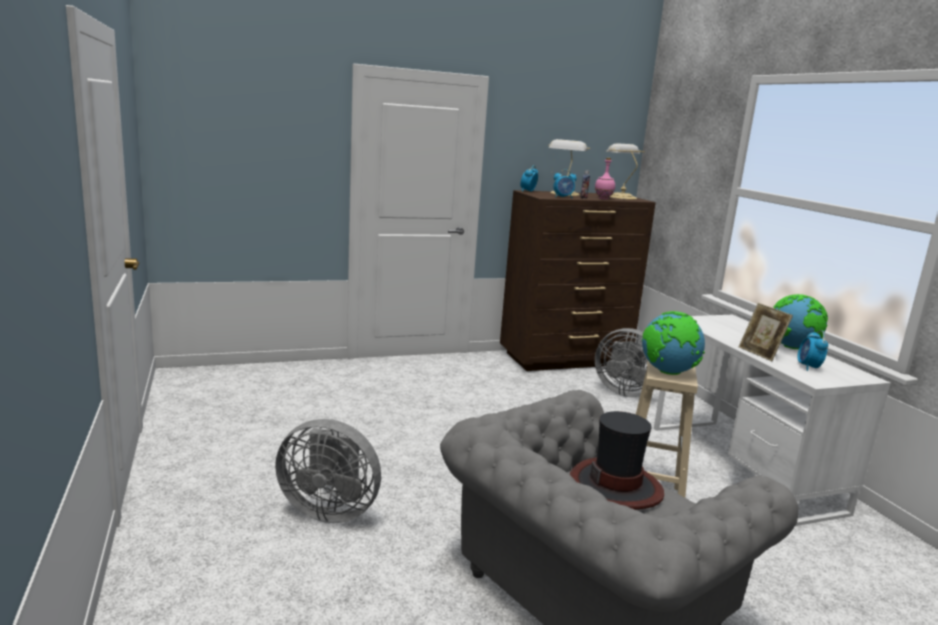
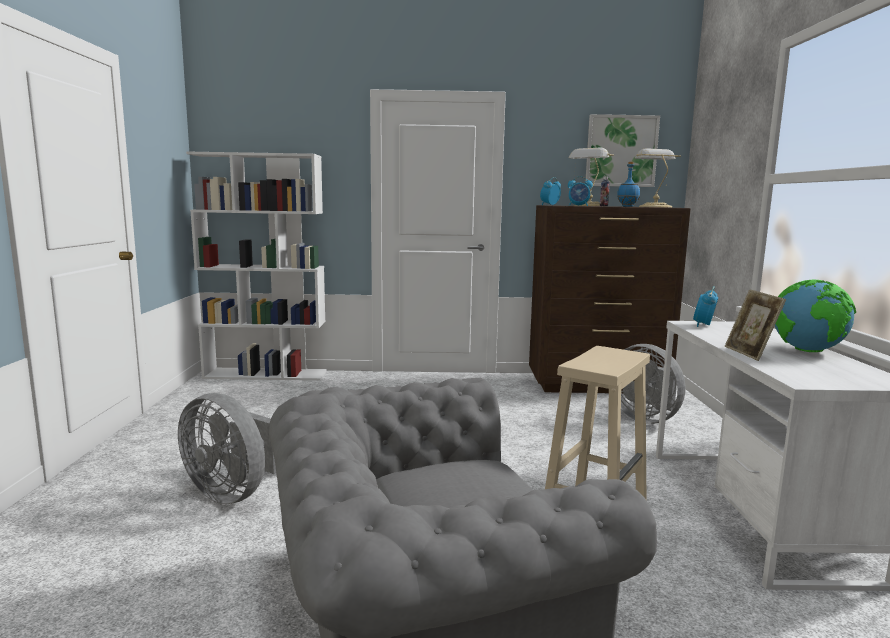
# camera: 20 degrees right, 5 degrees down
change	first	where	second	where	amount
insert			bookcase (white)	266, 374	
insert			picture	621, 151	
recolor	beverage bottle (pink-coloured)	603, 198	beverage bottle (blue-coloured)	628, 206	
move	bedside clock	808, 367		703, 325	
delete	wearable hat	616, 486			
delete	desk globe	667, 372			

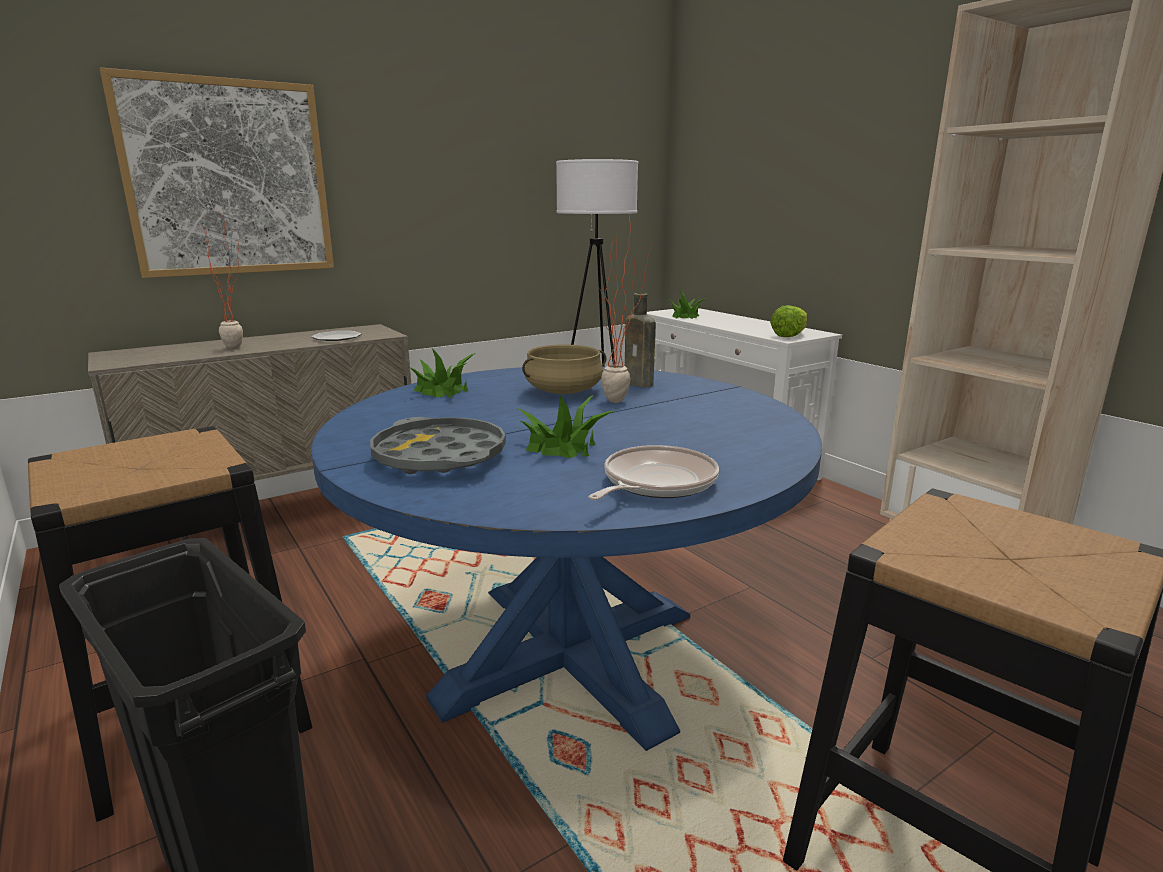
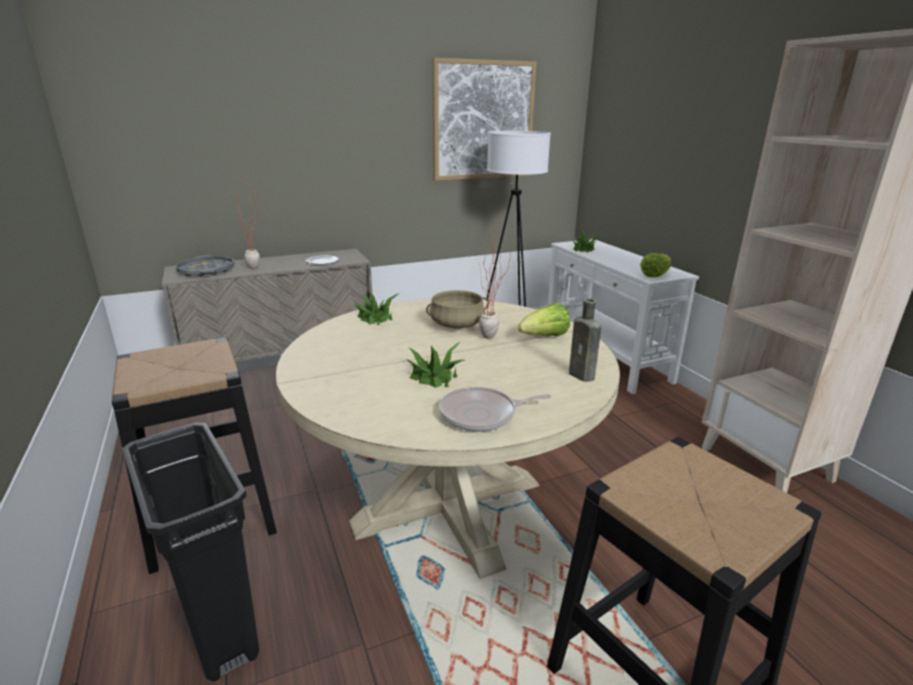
# camera: 10 degrees right, 5 degrees up
change	first	where	second	where	amount
move	tray (grey)	439, 456		206, 271	
recolor	dining table (blue-coloured)	570, 654	dining table (beige)	448, 504	
move	picture	228, 179		483, 121	
rotate	pan	655, 483		482, 415	150 degrees counterclockwise
insert			lettuce head	544, 337	
move	beverage bottle (brown)	640, 384		583, 376	

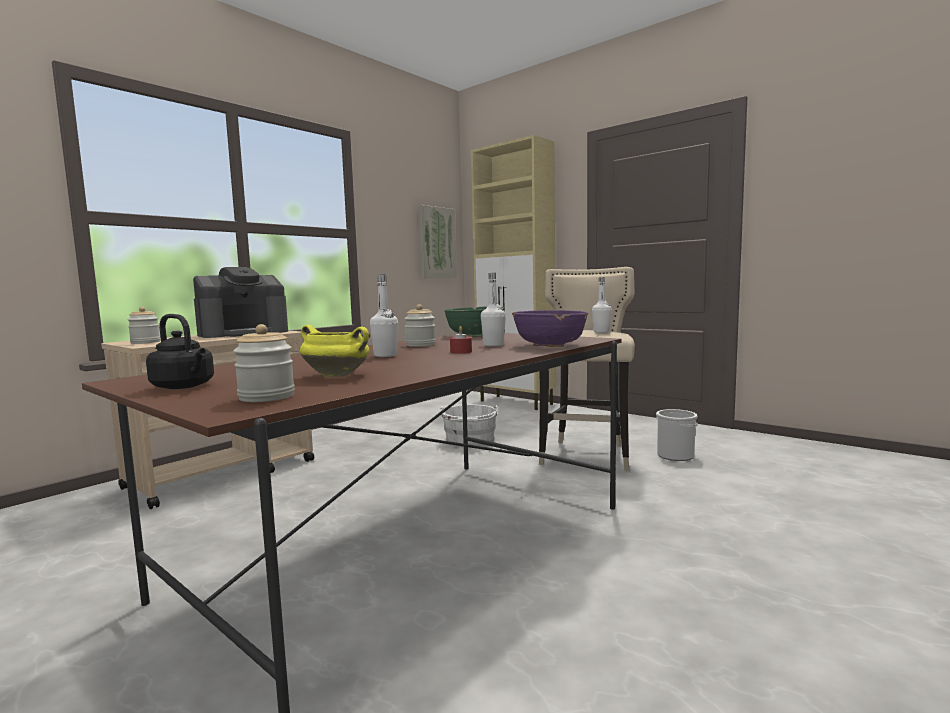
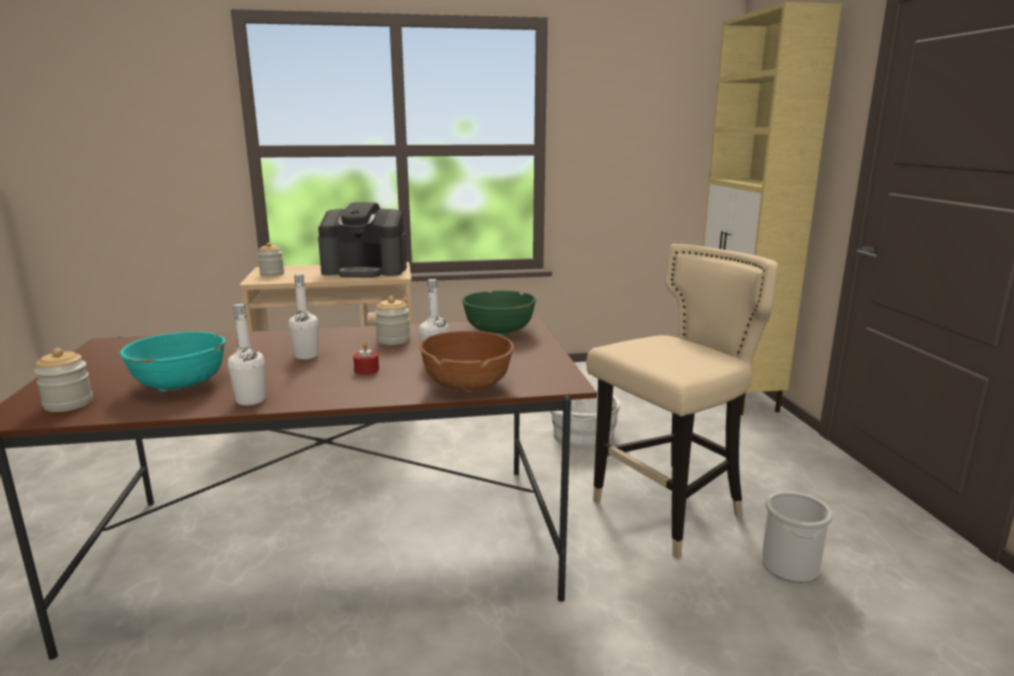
# camera: 40 degrees right, 10 degrees up
change	first	where	second	where	amount
replace	saucepot (yellow-coloured)	338, 375	bowl (blue-green)	180, 384	
move	beverage bottle (white)	601, 332		251, 400	
recolor	bowl (purple-coloured)	550, 345	bowl (brown)	467, 385	
delete	water kettle (blackish)	185, 386			
delete	picture	436, 243			

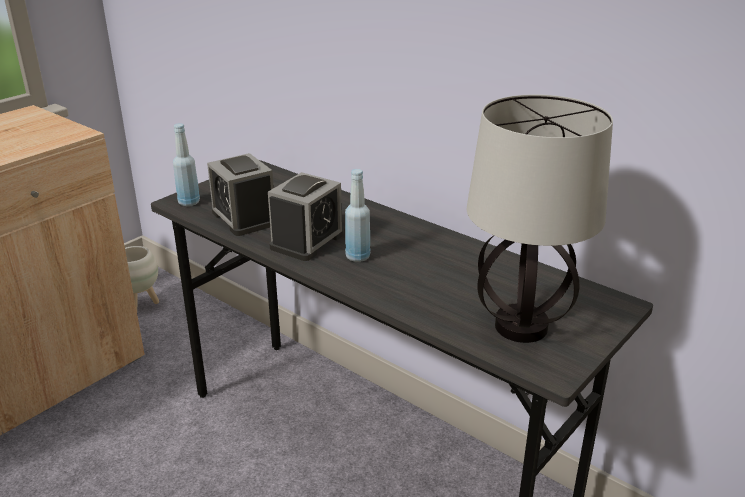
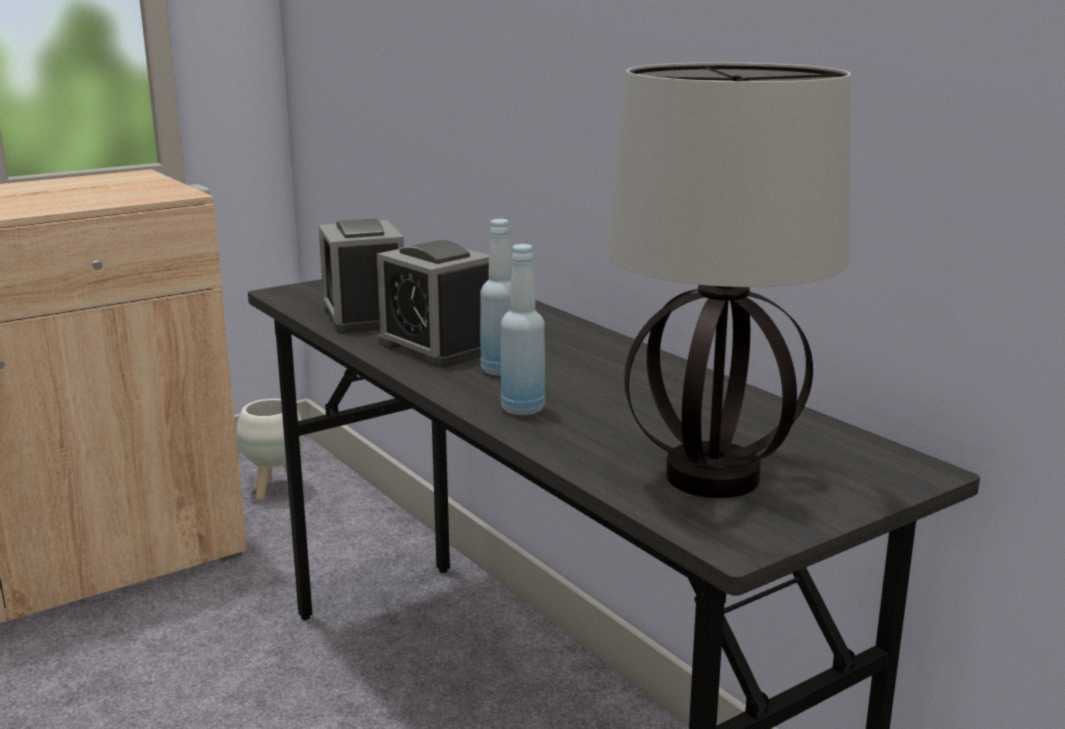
# camera: 15 degrees right, 10 degrees down
change	first	where	second	where	amount
rotate	bedside clock	307, 241		437, 347	90 degrees clockwise
move	beverage bottle (blue-coloured)	189, 202		522, 409	

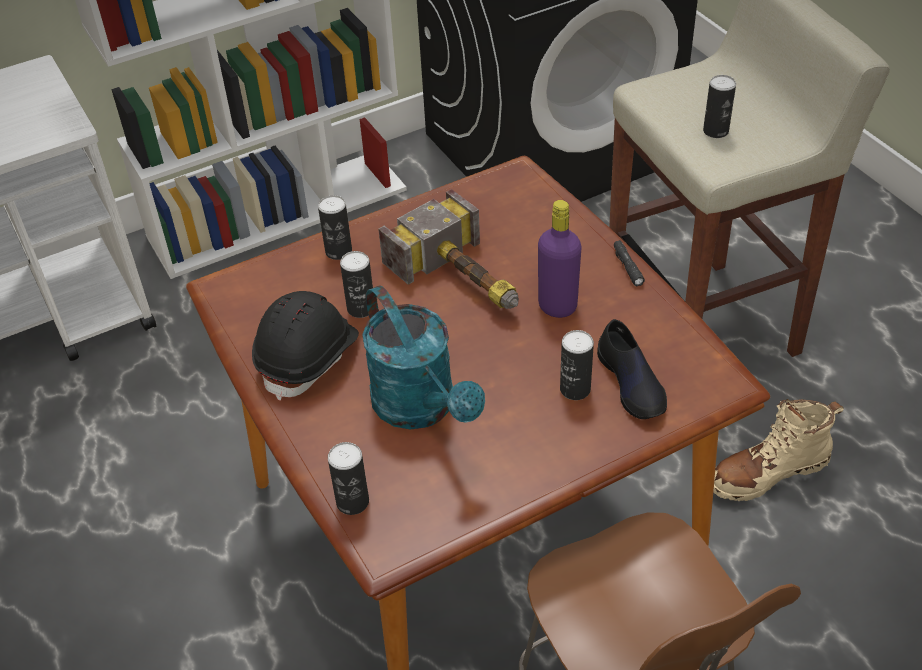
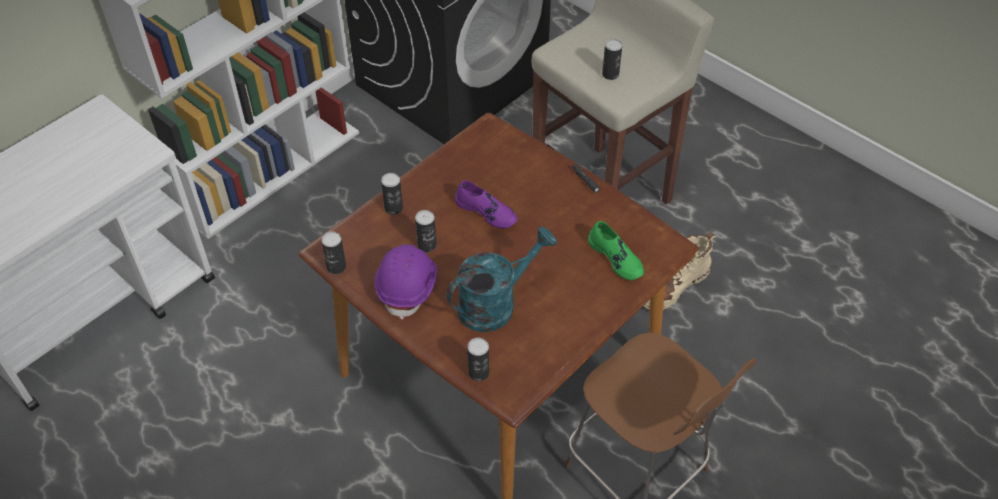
# camera: 20 degrees left, 5 degrees up
change	first	where	second	where	amount
move	sealed can	575, 389		336, 267	
recolor	safety helmet (blackish)	309, 358	safety helmet (purple-coloured)	408, 287	
rotate	watering can (blue-green)	422, 408		495, 303	75 degrees counterclockwise
replace	tool hammer	465, 281	shoe (purple-coloured)	487, 211	
recolor	shoe (blackish)	631, 383	shoe (greenish)	616, 258	
delete	beverage bottle (purple-coloured)	557, 306			

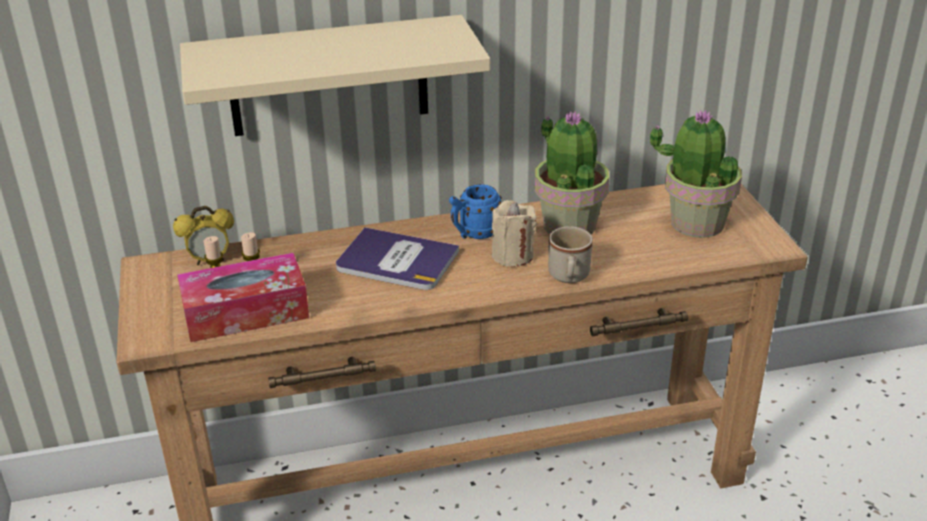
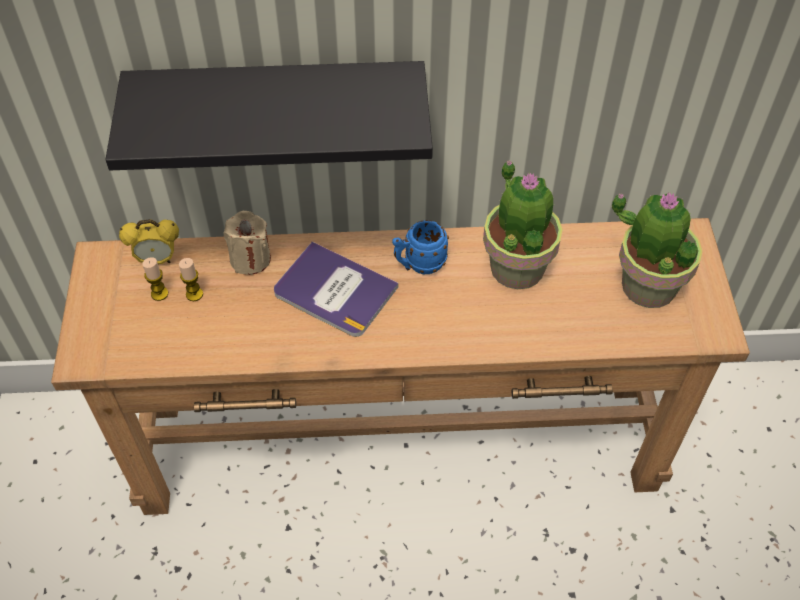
# camera: 10 degrees right, 20 degrees up
change	first	where	second	where	amount
recolor	wall shelf (beige)	328, 76	wall shelf (blackish)	278, 107	
move	wax candle (beige)	512, 255		250, 259	
delete	tissue holder	245, 312			
delete	coffee mug (beige)	569, 277			

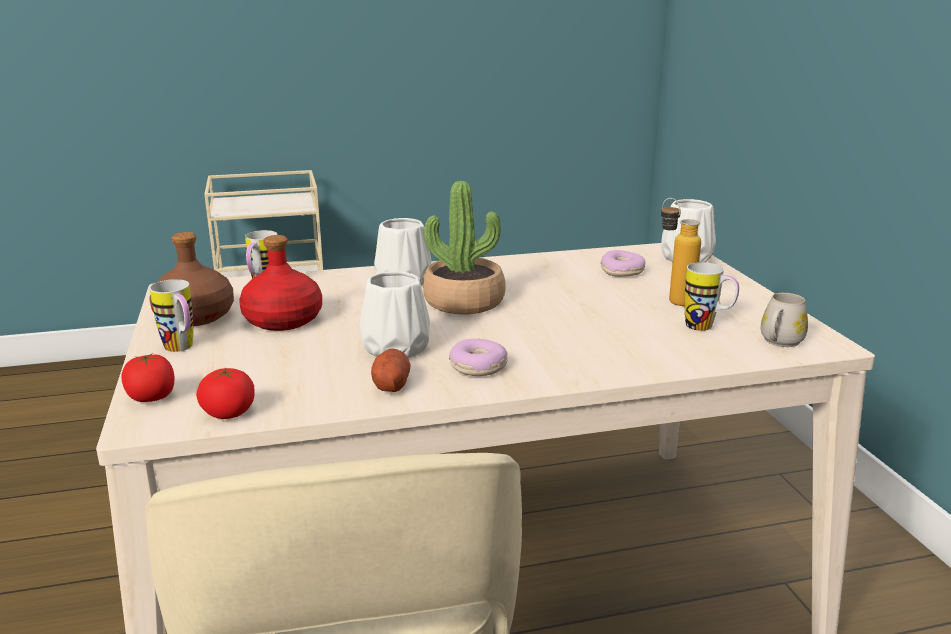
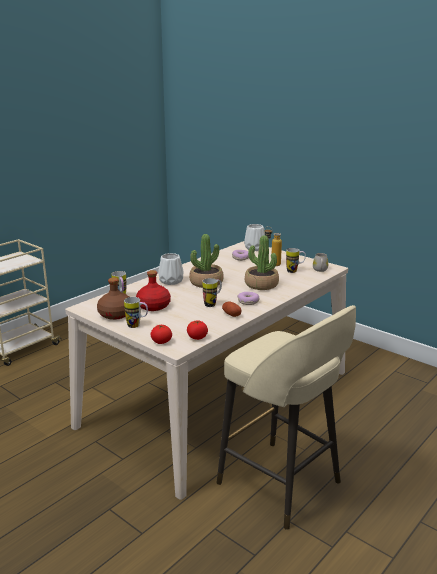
# camera: 35 degrees left, 0 degrees up
change	first	where	second	where	amount
replace	vase (white)	397, 348	coffee mug	212, 304	
insert			houseplant	261, 285	

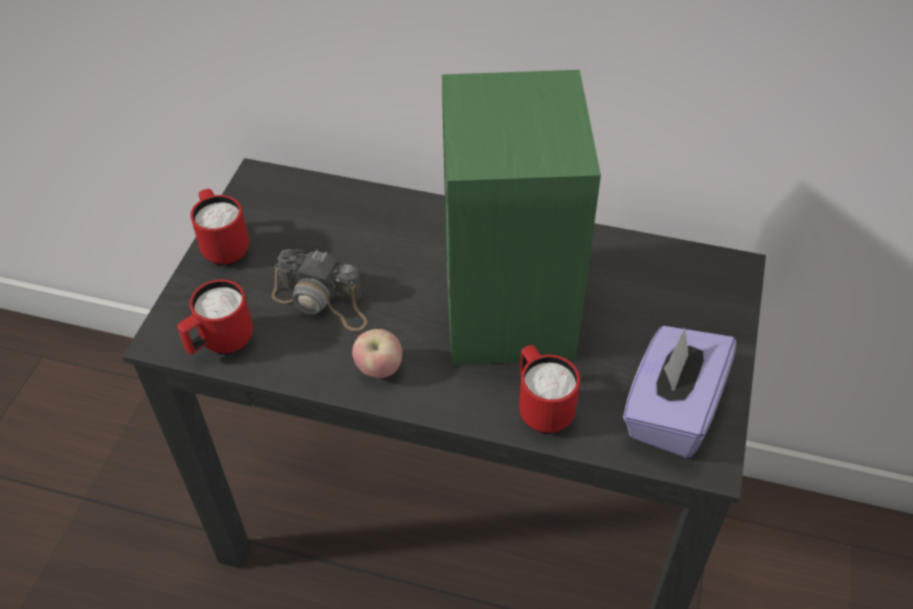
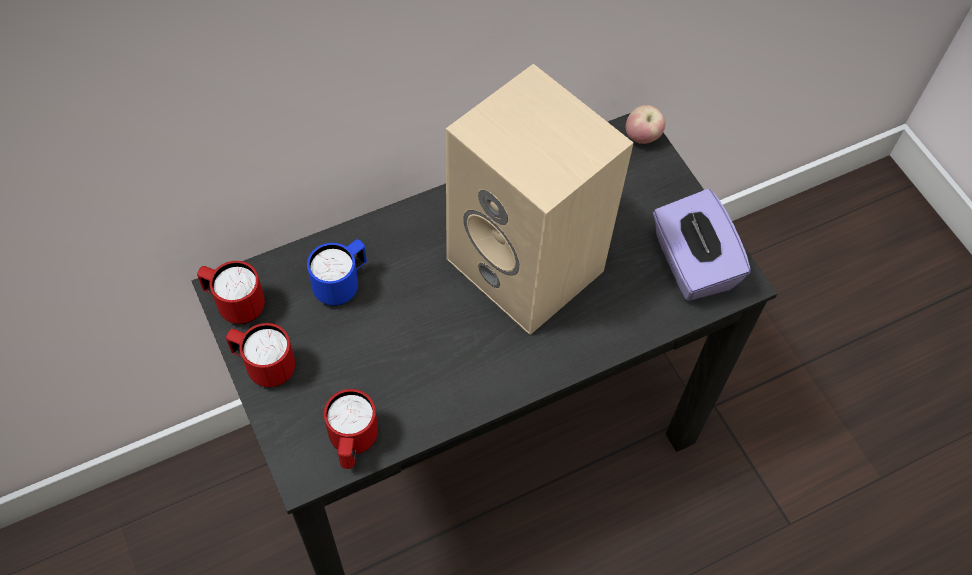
# camera: 45 degrees left, 10 degrees up
change	first	where	second	where	amount
move	coffee mug (red-coloured)	541, 408		235, 305	
insert			coffee mug (blue-coloured)	342, 285	
recolor	loudspeaker (greenish)	512, 312	loudspeaker (beige)	529, 265	
move	whole apple	379, 369		642, 137	
delete	still camera	322, 301			

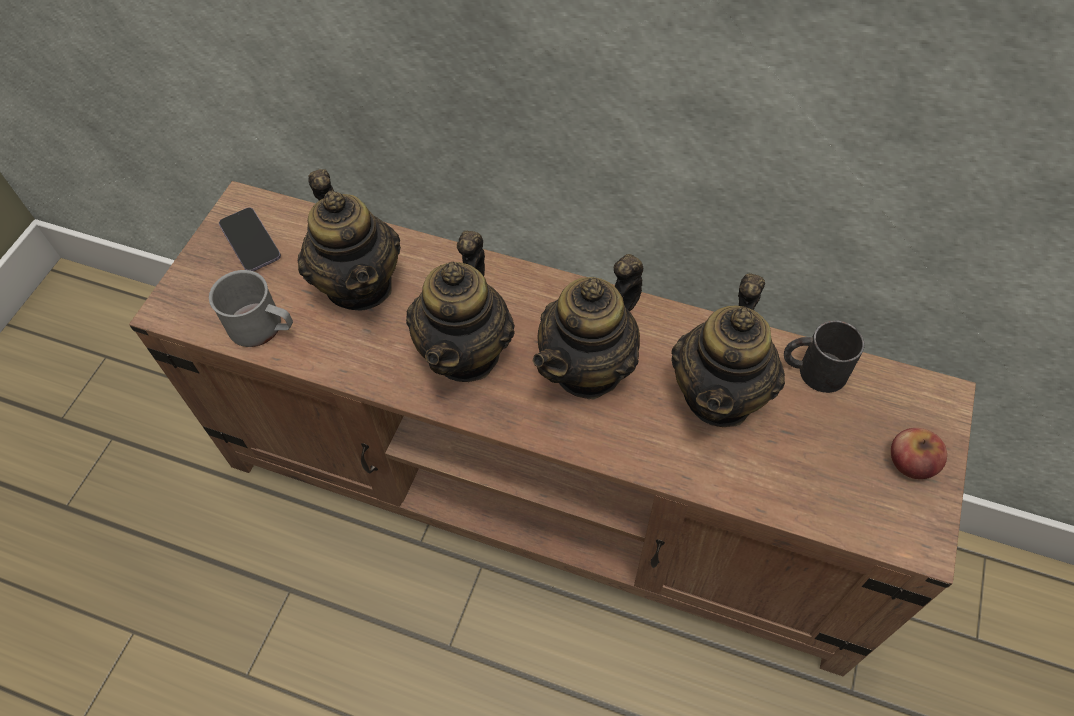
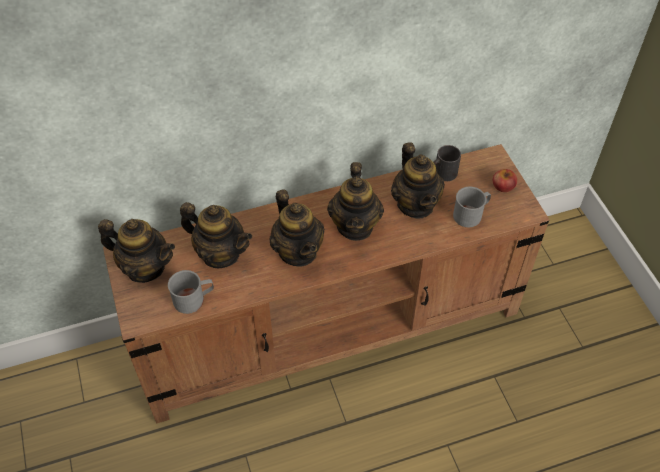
# camera: 40 degrees left, 5 degrees down
change	first	where	second	where	amount
replace	handset	250, 241	pot for tea	145, 267	
insert			coffee mug (grey)	471, 214	

